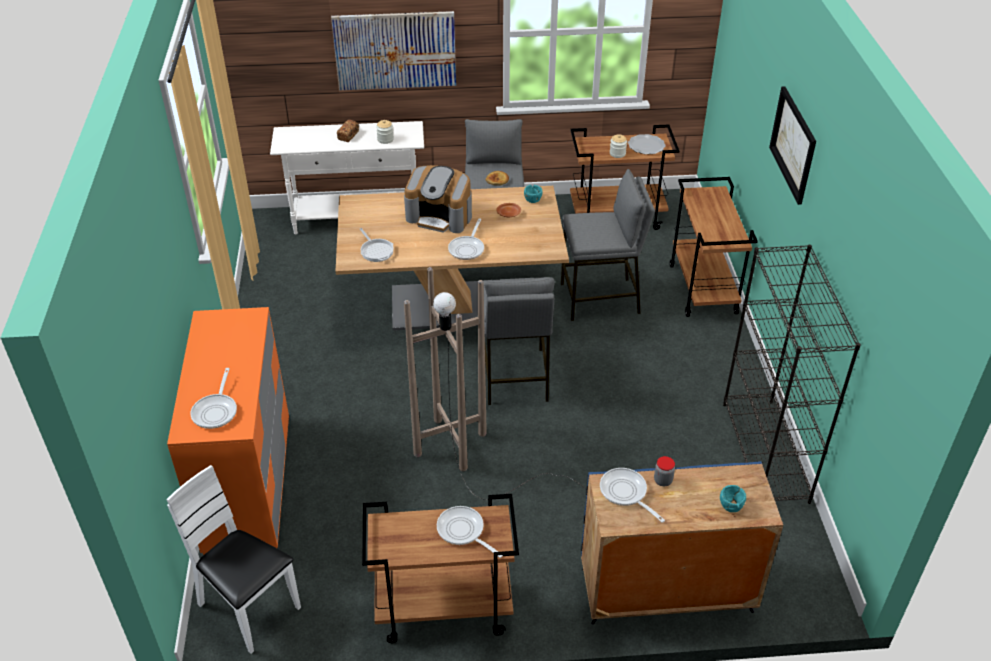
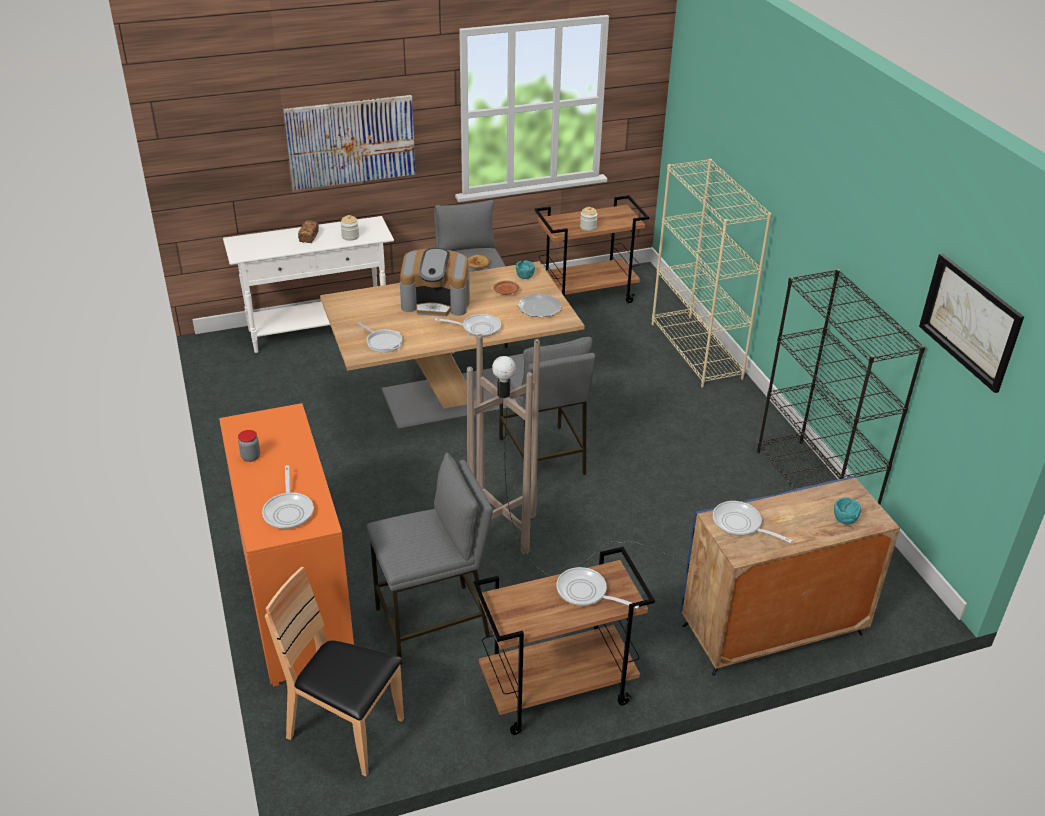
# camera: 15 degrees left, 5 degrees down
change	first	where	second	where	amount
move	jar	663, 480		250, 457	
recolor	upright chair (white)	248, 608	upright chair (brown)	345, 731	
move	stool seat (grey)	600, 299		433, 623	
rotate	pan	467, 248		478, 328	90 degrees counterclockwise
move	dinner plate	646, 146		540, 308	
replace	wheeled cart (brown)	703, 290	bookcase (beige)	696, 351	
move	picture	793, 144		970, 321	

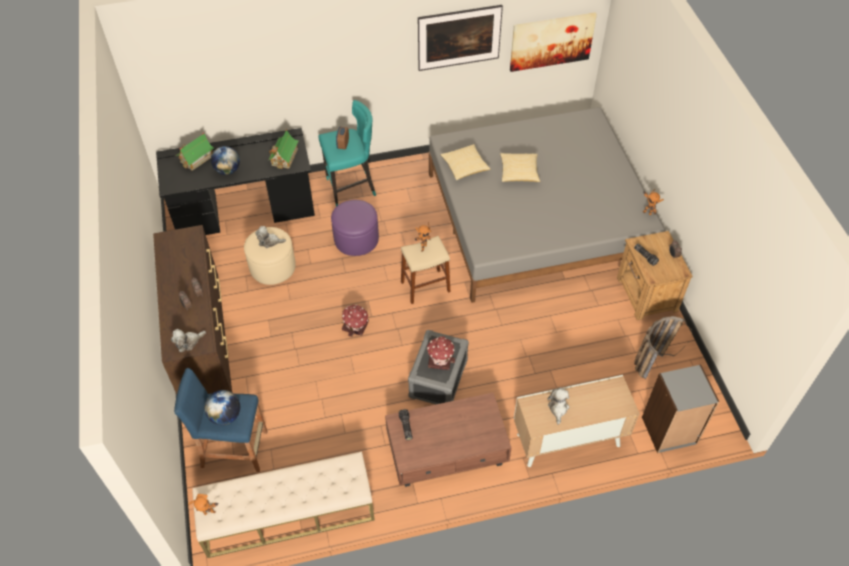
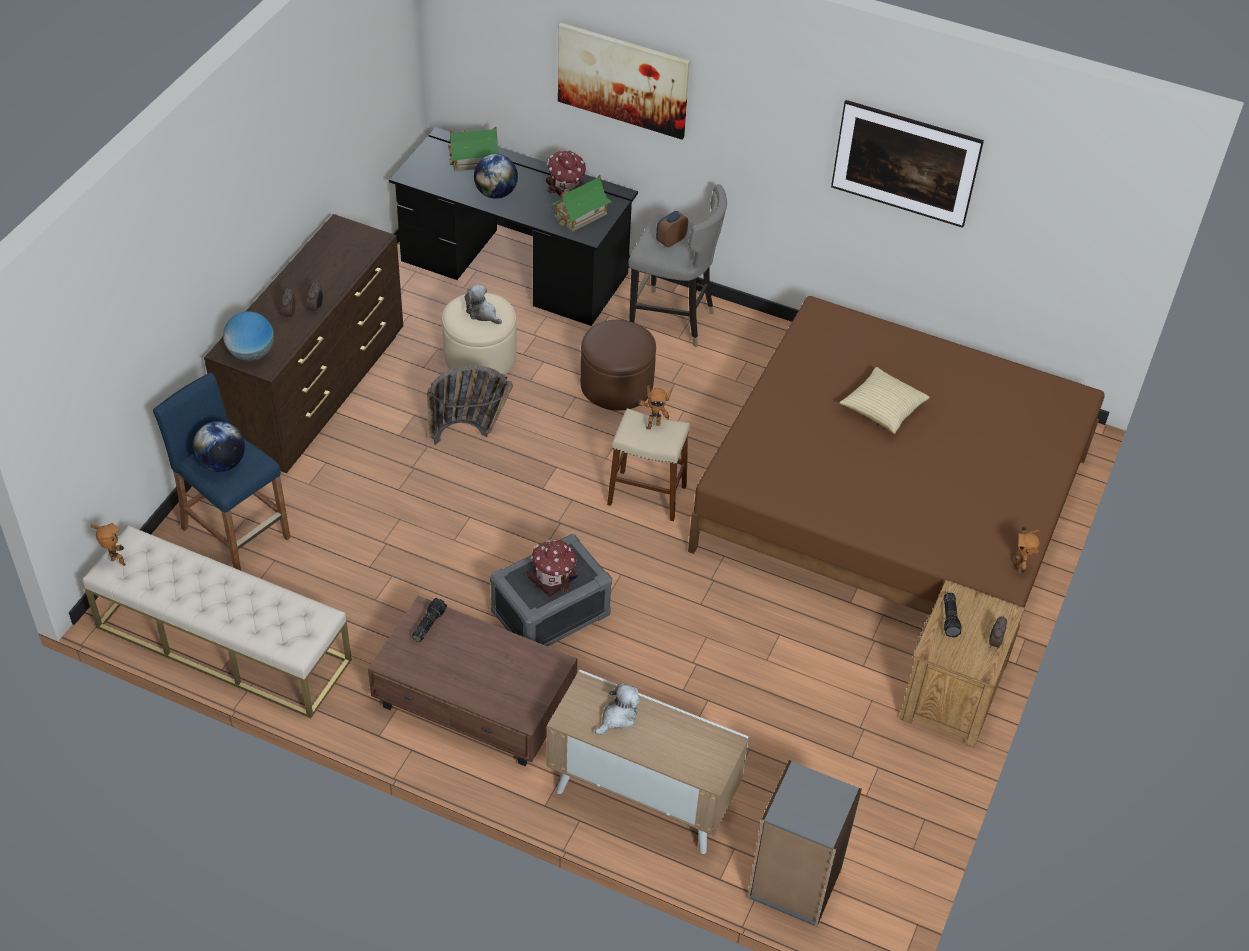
# camera: 35 degrees right, 5 degrees down
change	first	where	second	where	amount
replace	plush toy	188, 342	desk globe	251, 354	
move	storage basket	653, 359		471, 432	
move	toy house	356, 326		566, 187	
move	picture	551, 41		623, 80	
recolor	footrest (purple-coloured)	356, 239	footrest (brown)	616, 385	
recolor	stool seat (blue-green)	351, 189	stool seat (grey)	672, 321	
recolor	sleeping bed (grey)	537, 218	sleeping bed (brown)	892, 503	
delete	cushion	465, 167			

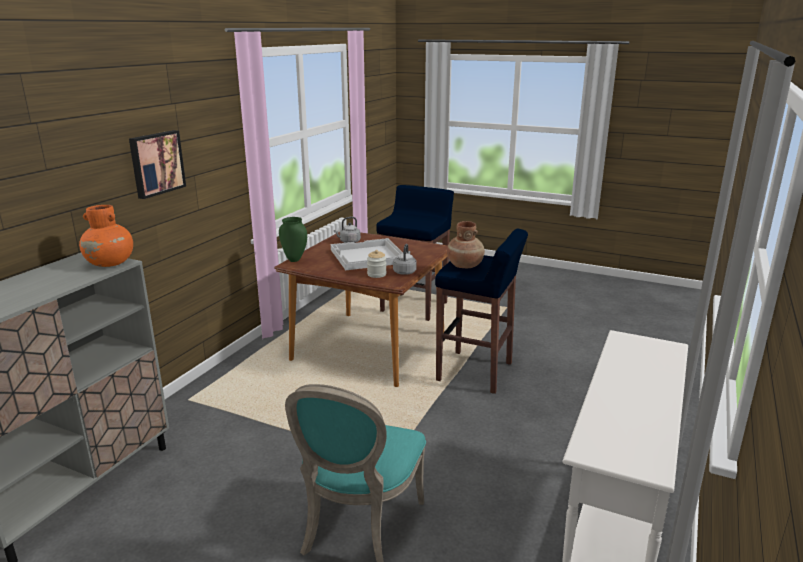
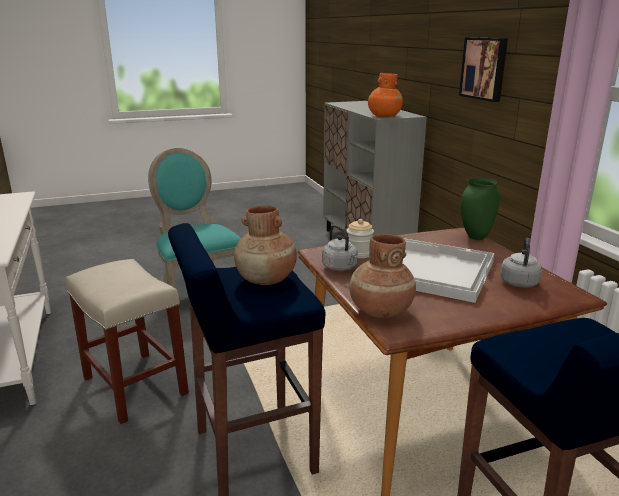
# camera: 135 degrees right, 0 degrees up
change	first	where	second	where	amount
insert			stool seat (beige)	134, 385	
insert			vase (brown)	380, 311	

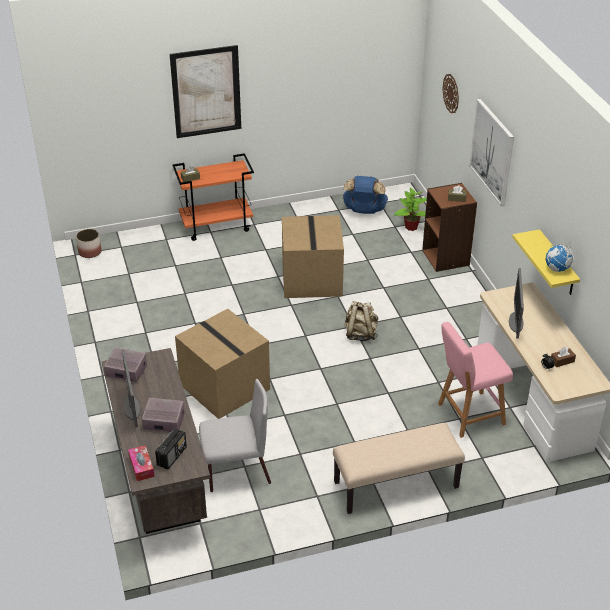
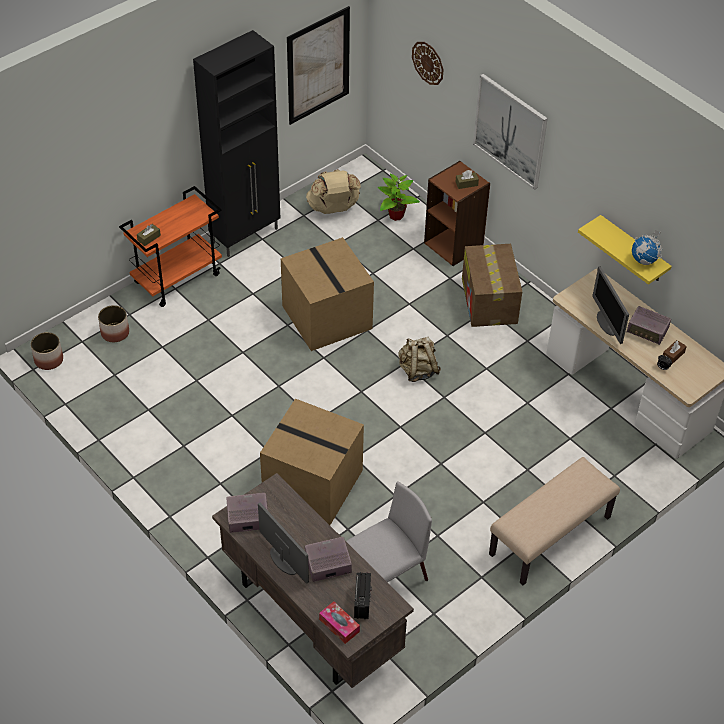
# camera: 25 degrees left, 10 degrees up
change	first	where	second	where	amount
insert			plant pot	115, 332	
insert			cupboard (blackish)	246, 235	
move	picture	206, 92		318, 66	
recolor	rucksack (blue-coloured)	364, 211	rucksack (beige)	333, 209	
insert			carton	489, 301	
insert			radio	647, 331	
delete	stool seat (pink-coloured)	468, 415			

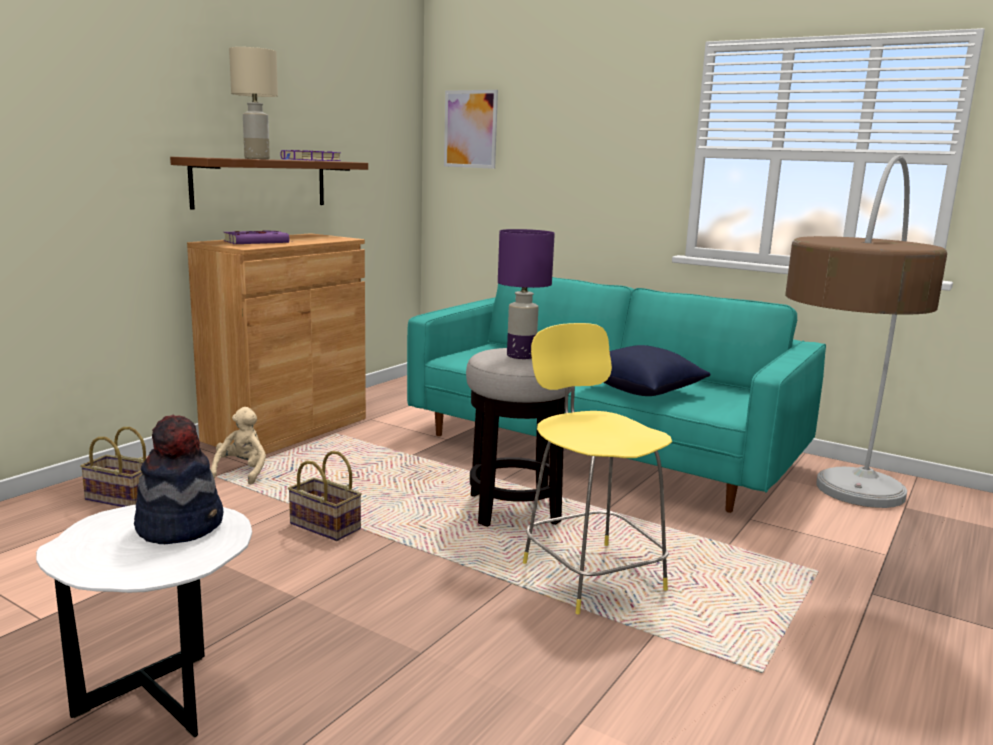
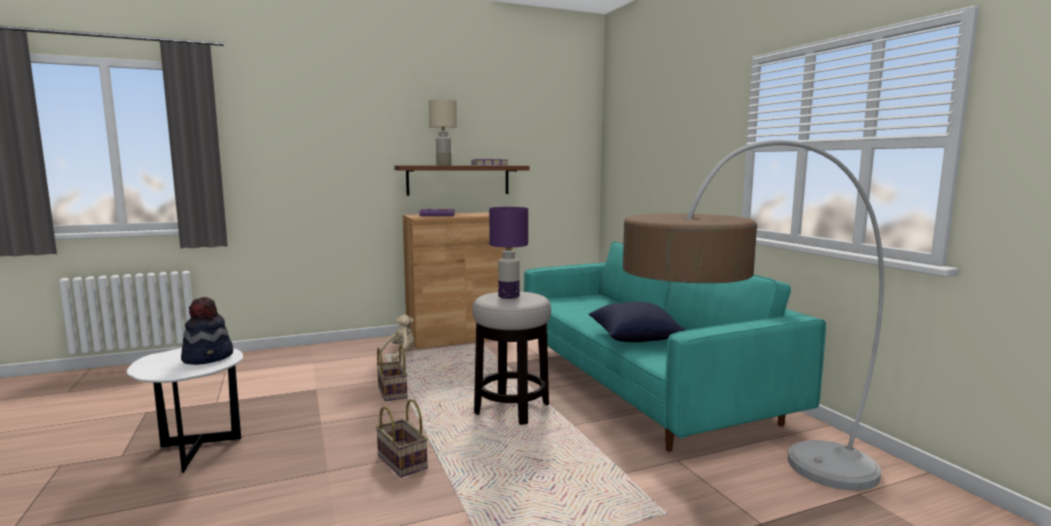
# camera: 35 degrees right, 5 degrees down
change	first	where	second	where	amount
move	storage basket	119, 499		400, 461	
delete	picture	470, 129			
delete	stool seat (yellow-coloured)	590, 574			

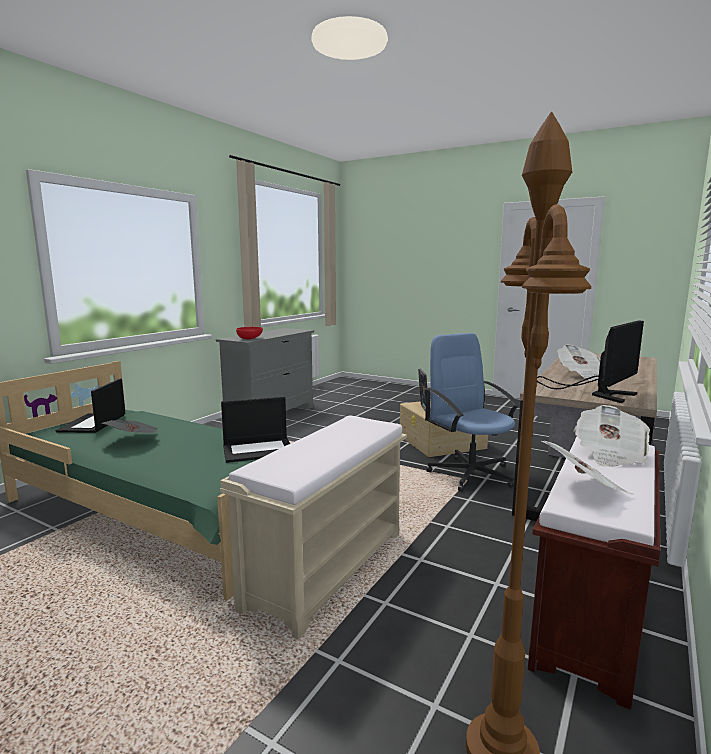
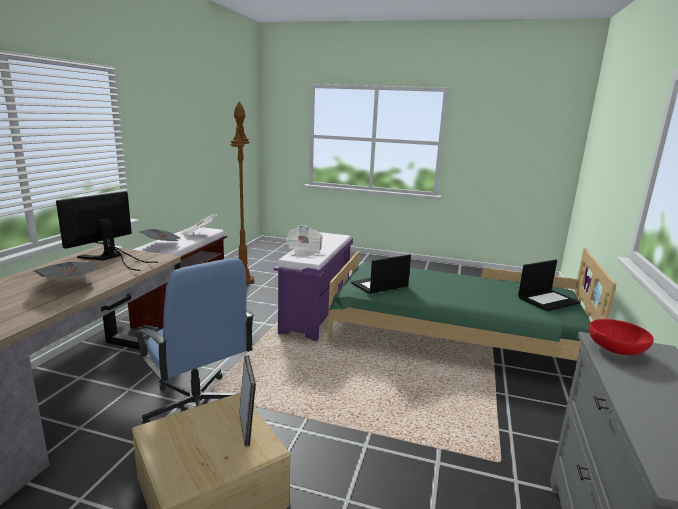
# camera: 165 degrees right, 5 degrees up
change	first	where	second	where	amount
recolor	bench (beige)	327, 567	bench (purple-coloured)	316, 315	
move	printed paper	134, 440		304, 252	
rotate	portable computer	93, 423		548, 300	75 degrees clockwise

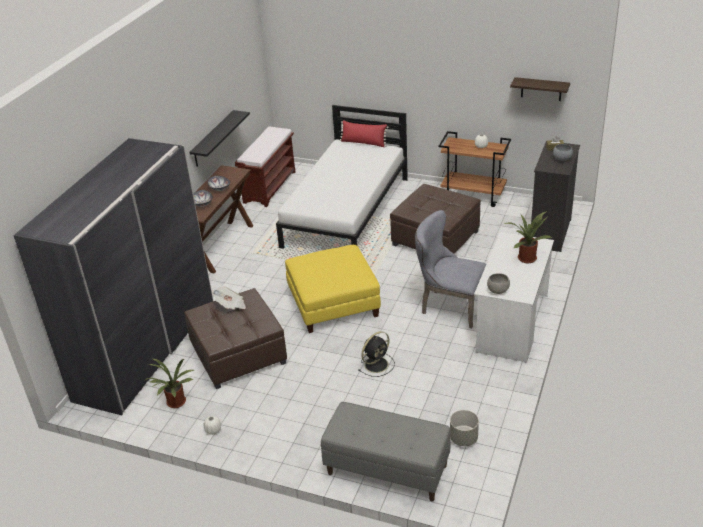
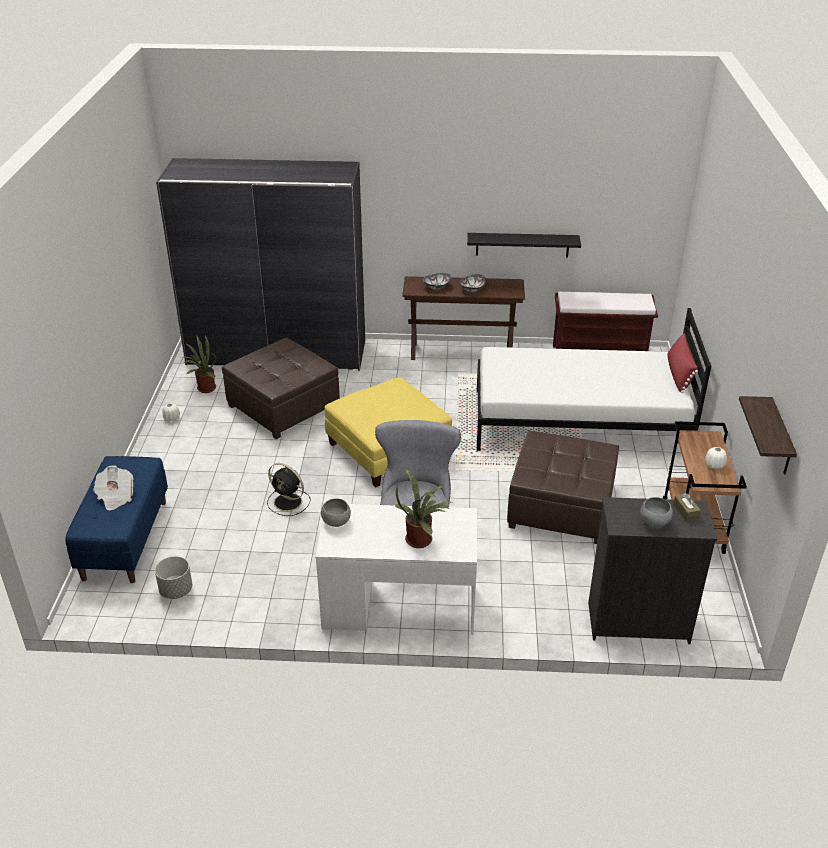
# camera: 70 degrees right, 0 degrees up
change	first	where	second	where	amount
recolor	bench (grey)	386, 470	bench (blue-coloured)	125, 539	
move	printed paper	231, 305		115, 496	

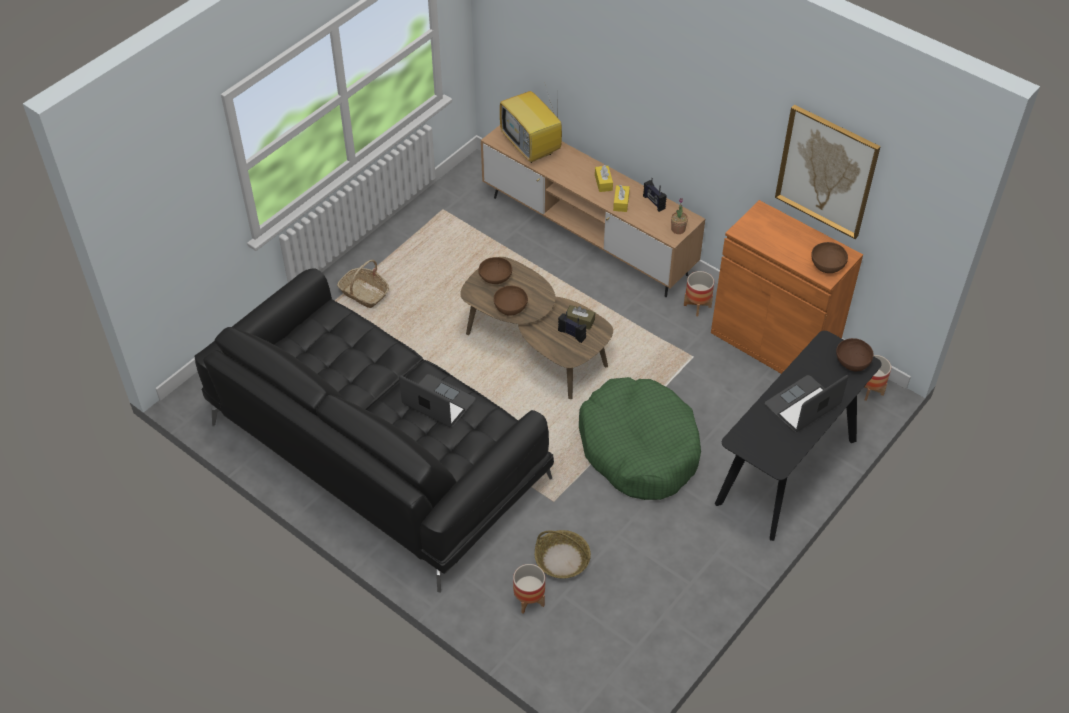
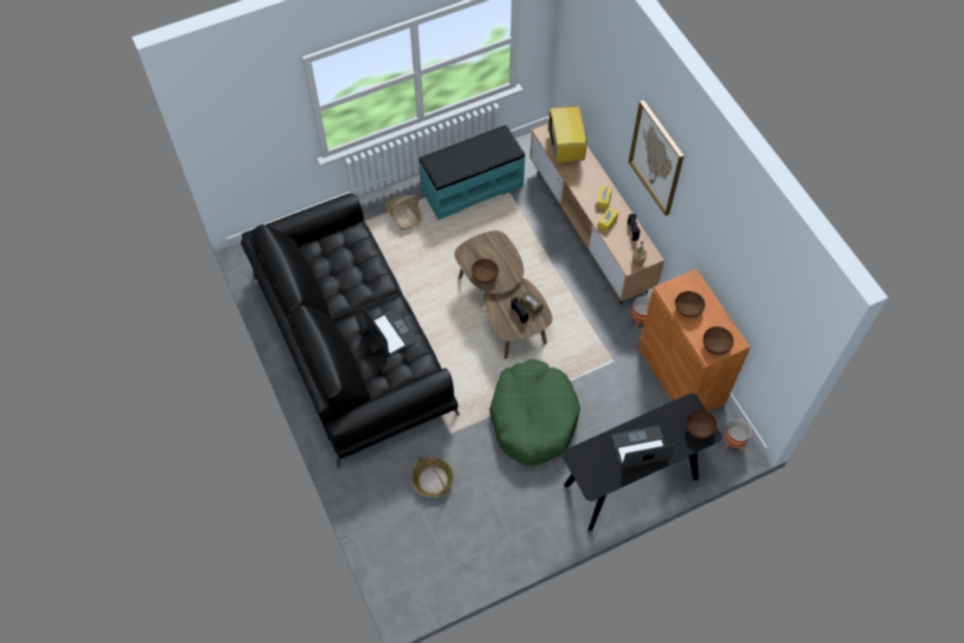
# camera: 25 degrees right, 10 degrees up
change	first	where	second	where	amount
insert			bench (blue-green)	472, 187	
move	picture	826, 171		656, 158	
move	bowl (brown)	495, 278		687, 309	
delete	plant pot	529, 600			

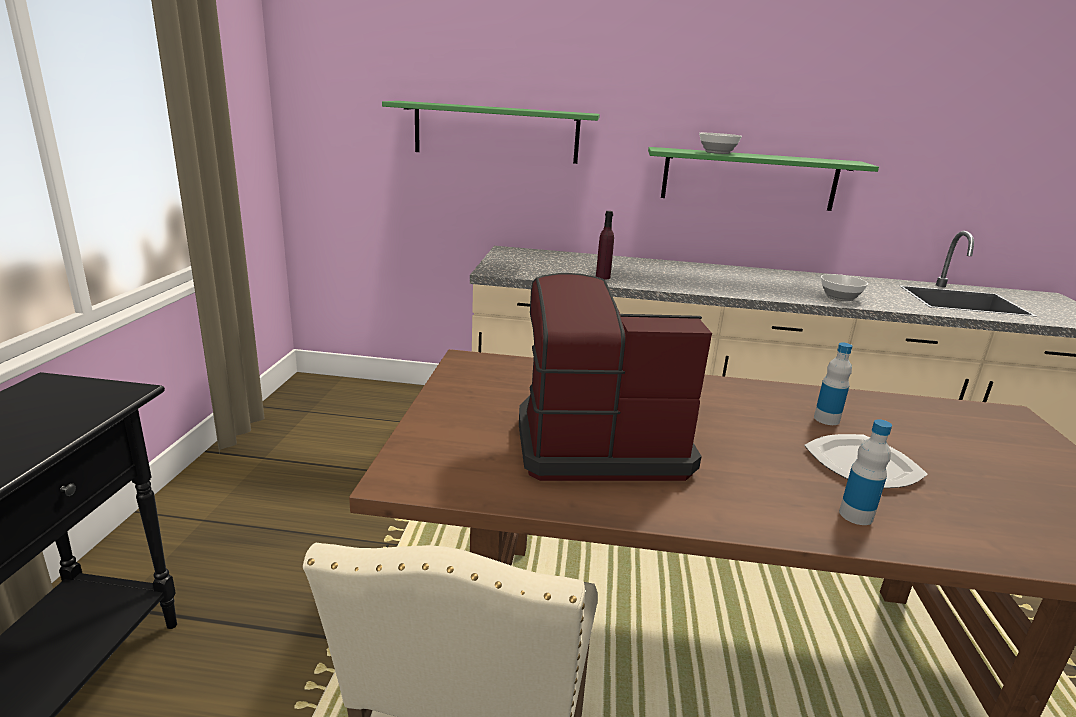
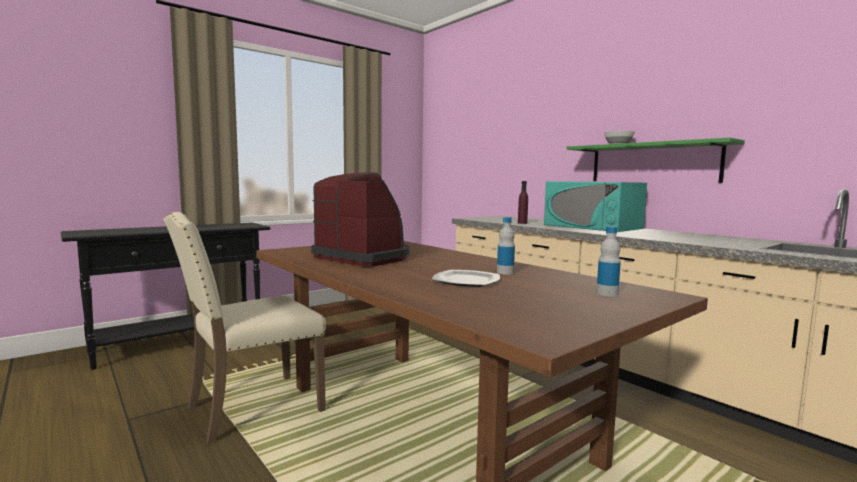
# camera: 45 degrees right, 15 degrees down
change	first	where	second	where	amount
insert			kitchen microwave (blue-green)	592, 226	
move	beverage bottle	856, 515		607, 293	
delete	wall shelf (greenish)	496, 132			
delete	bowl	840, 298			

